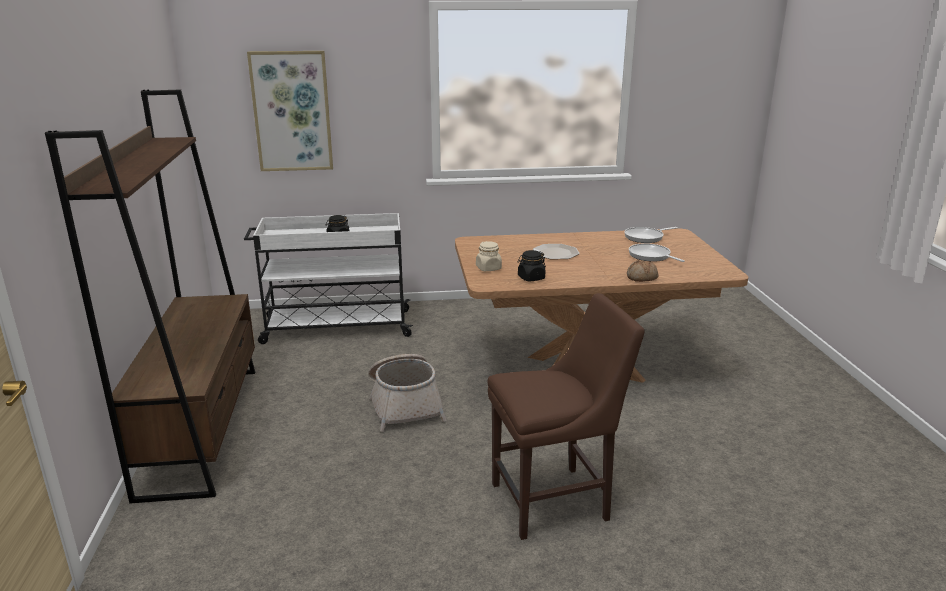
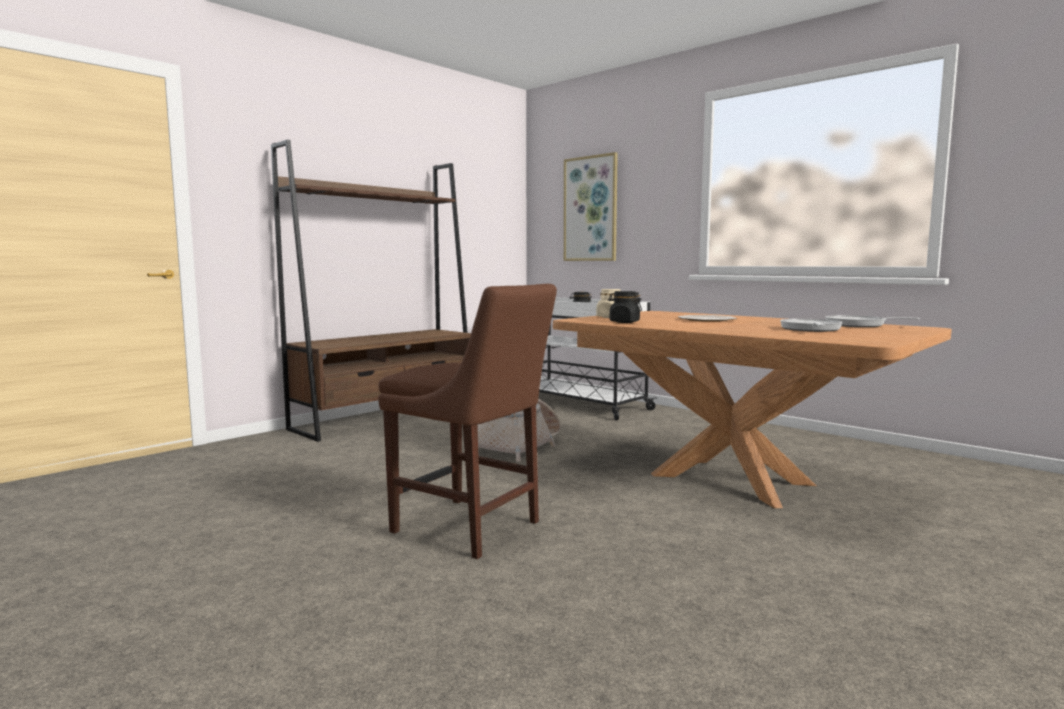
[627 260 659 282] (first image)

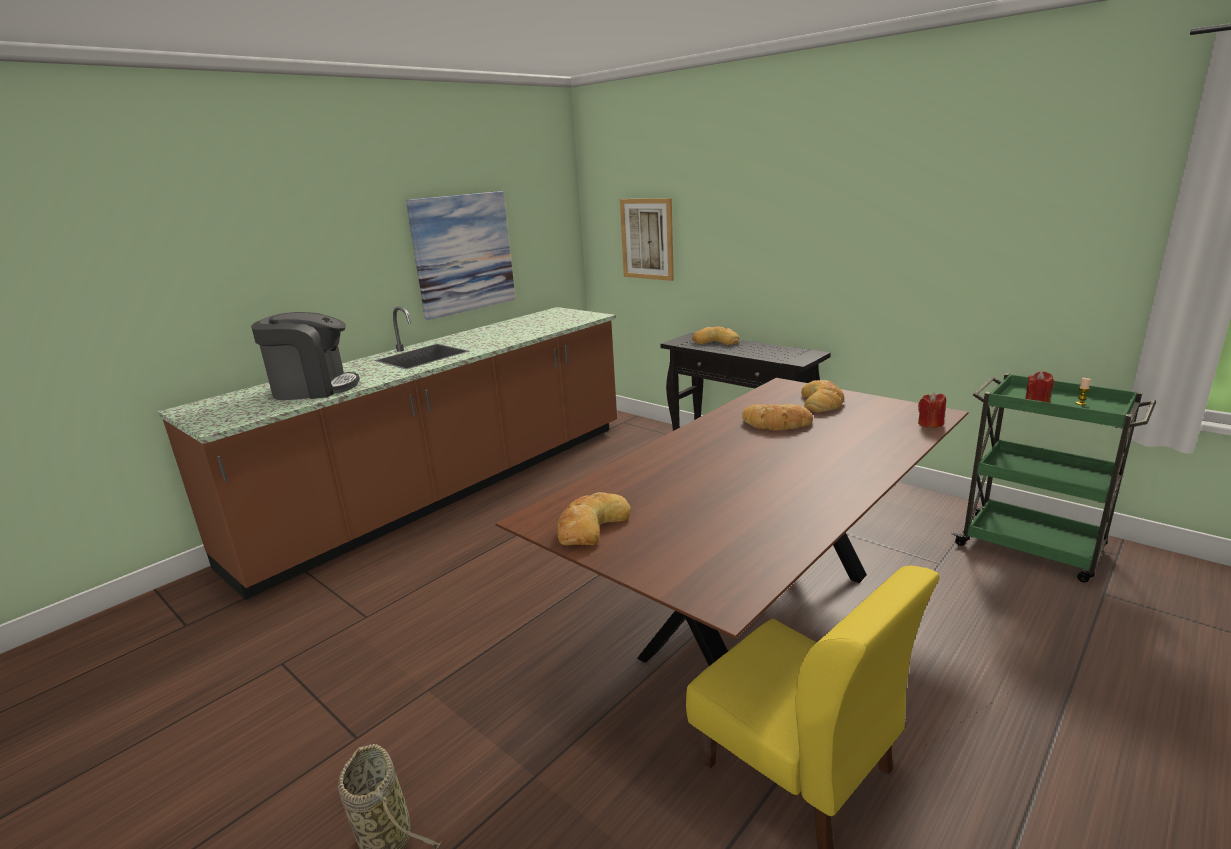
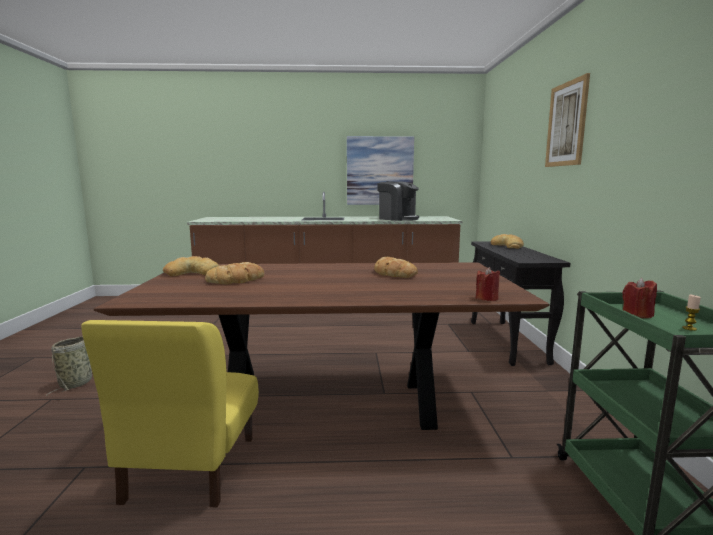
[377 181 419 221]
[545 73 590 167]
[205 262 264 284]

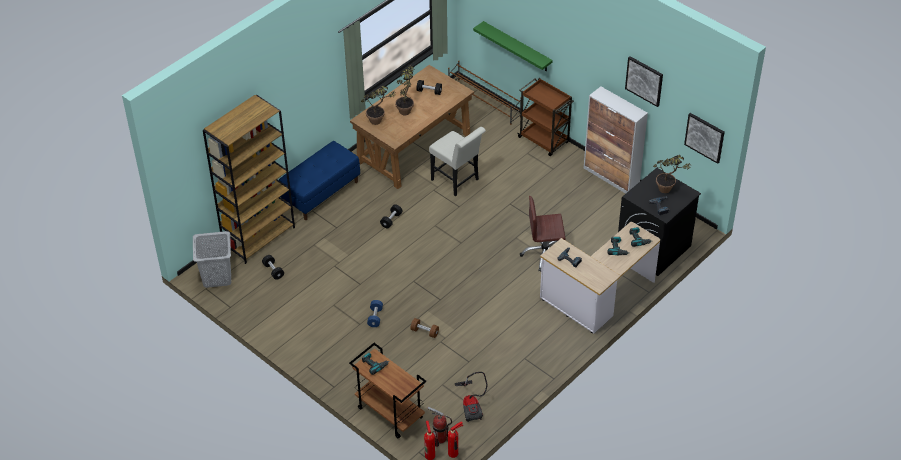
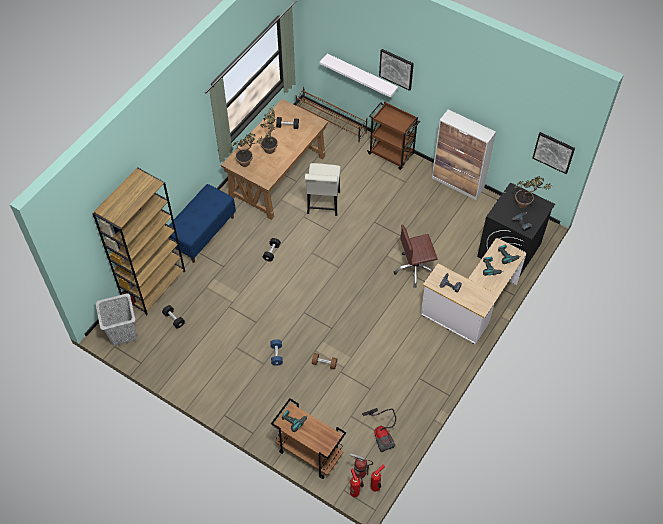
[305 163 341 216]
[320 54 398 98]
[379 49 414 91]

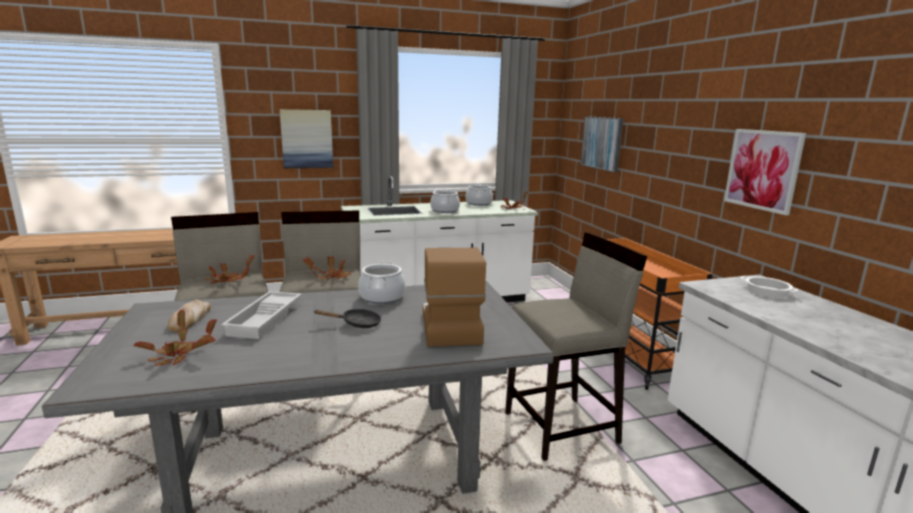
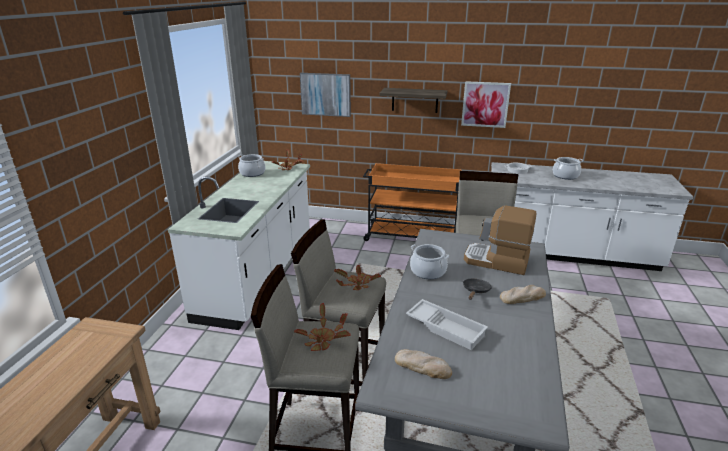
[133 310 217 366] (first image)
[280 109 333 168] (first image)
[553 157 583 180]
[379 88 447 113]
[500 285 546 304]

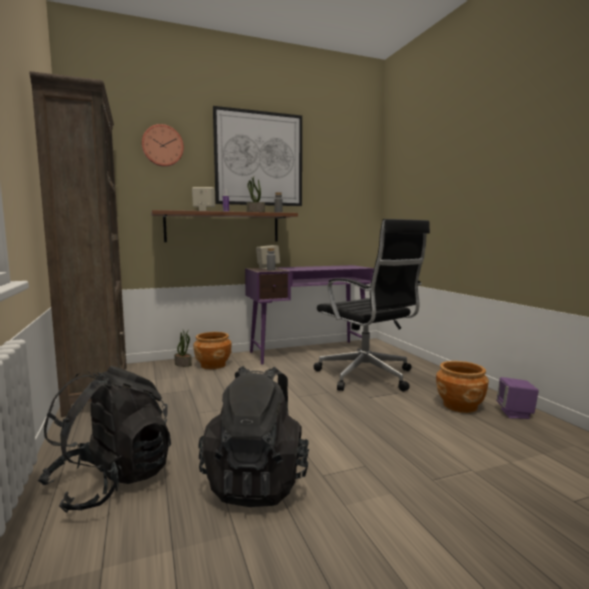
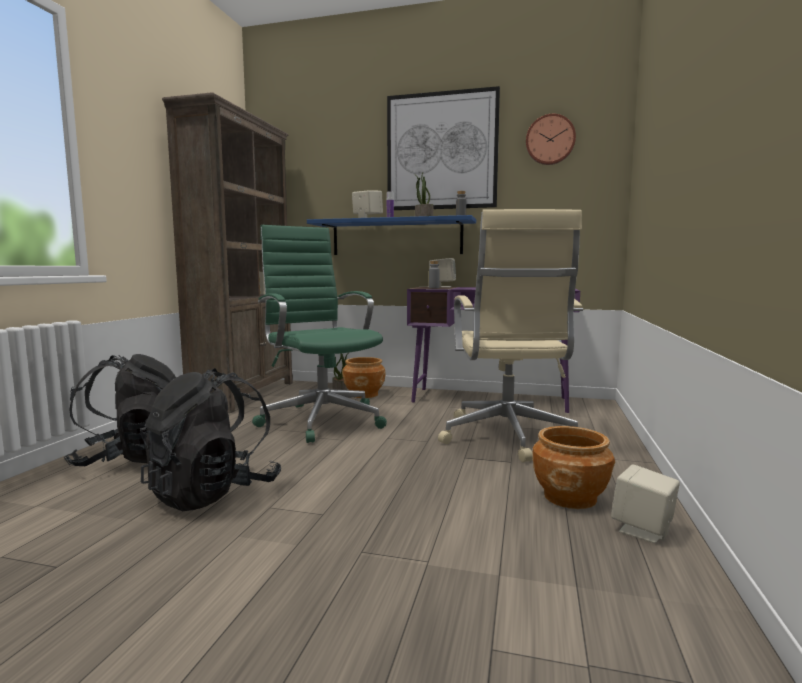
[526 114 576 165]
[307 215 476 255]
[438 209 583 462]
[611 464 680 543]
[252 225 387 443]

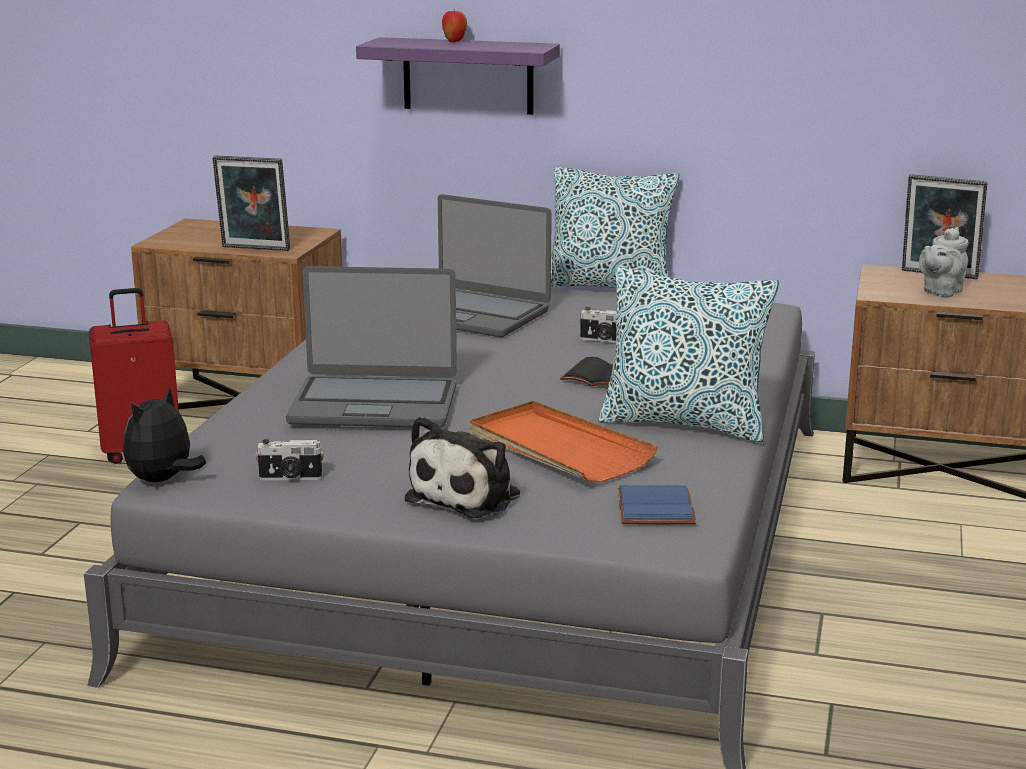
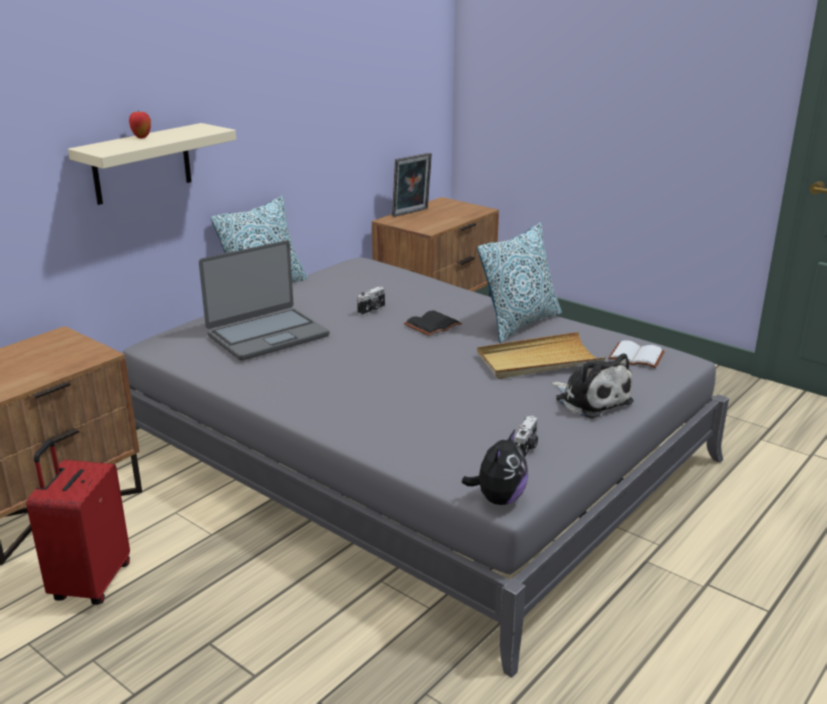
[462 430 528 505]
[212 156 290 251] (first image)
[286 266 457 428] (first image)
[68 123 236 205]
[477 332 606 379]
[608 341 665 368]
[919 227 969 297] (first image)

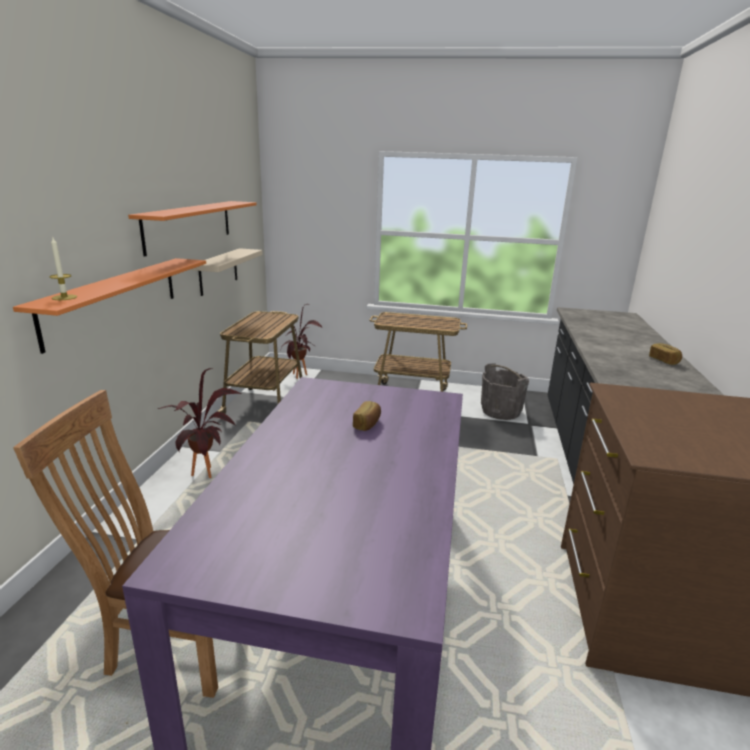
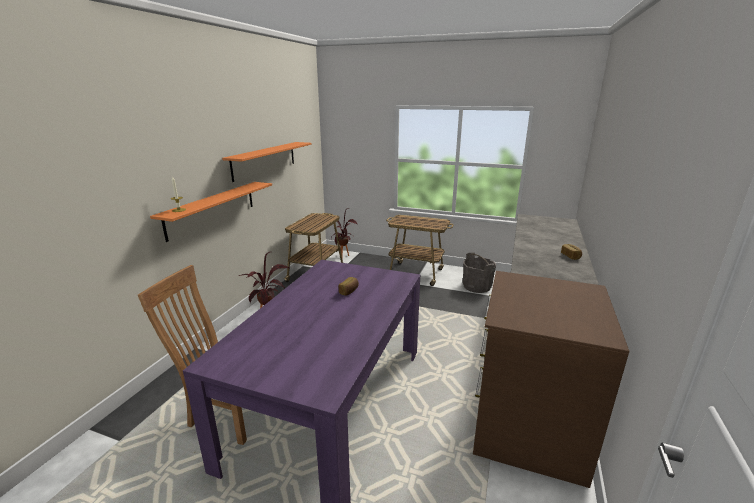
[192 248 263 296] (first image)

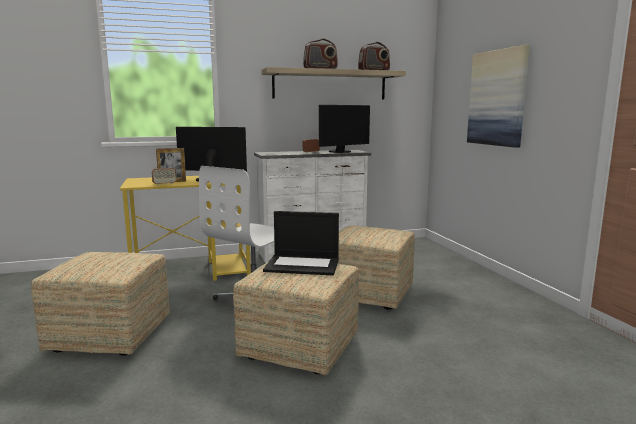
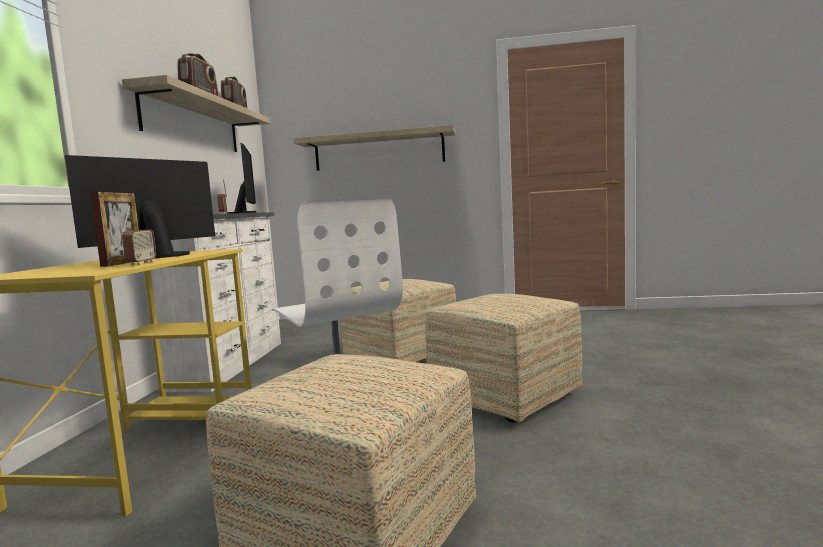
[263 211 339 275] (first image)
[293 125 455 171]

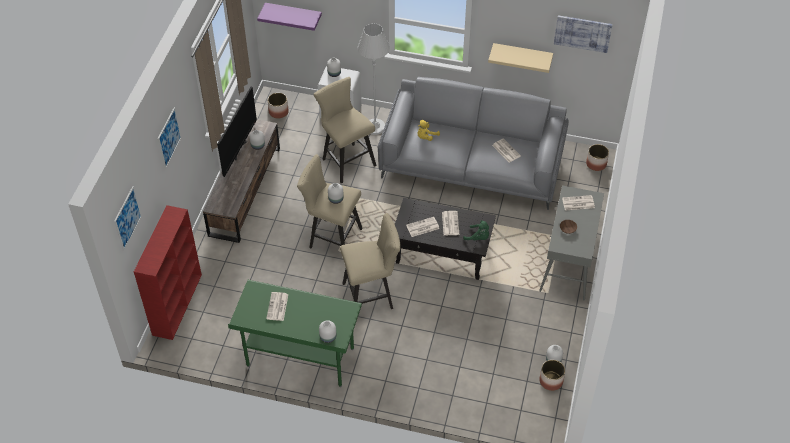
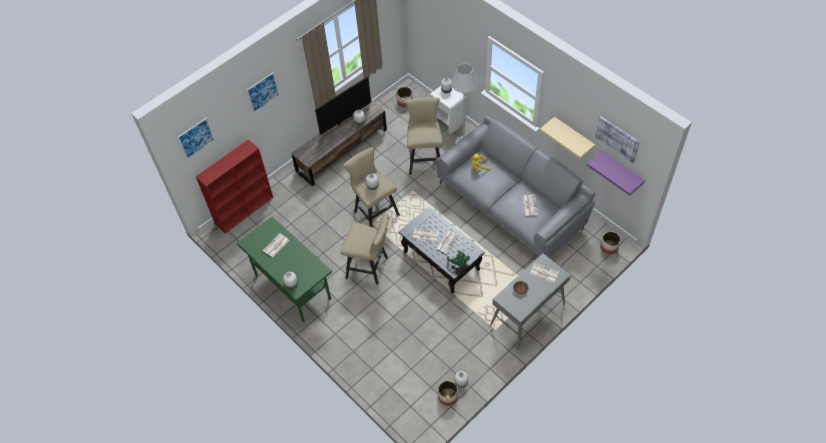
[587 151 645 196]

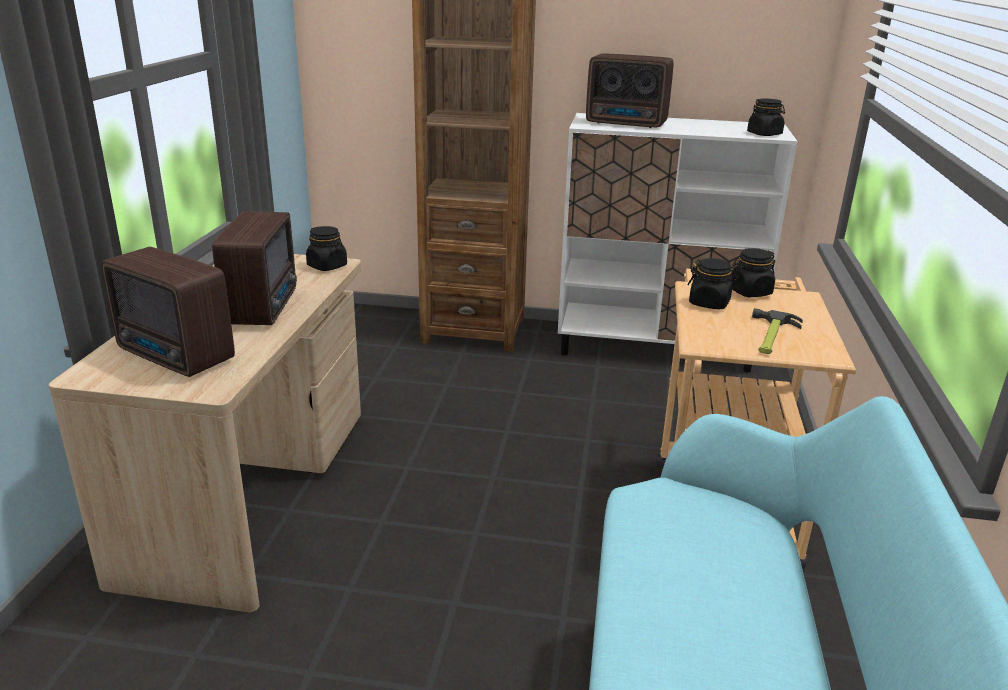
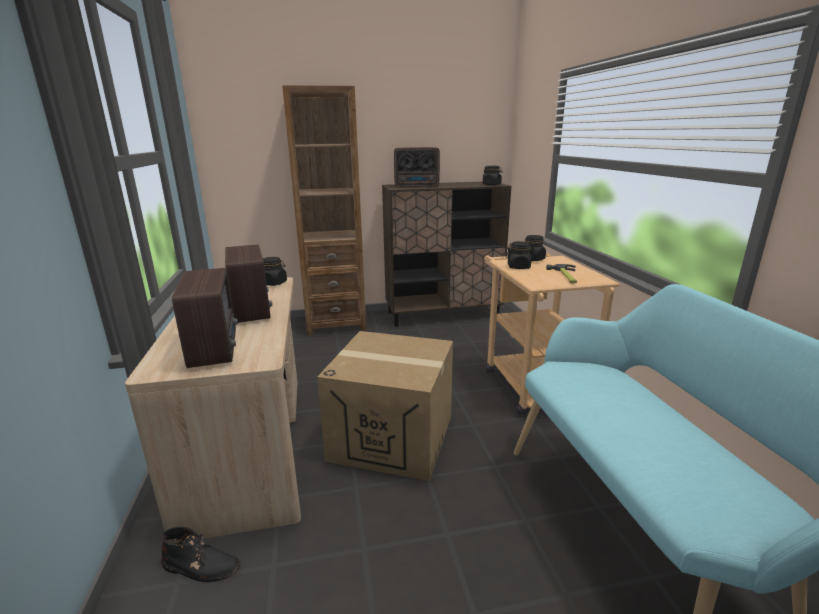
[172 268 238 368]
[382 182 511 327]
[161 527 240 582]
[317 331 453 481]

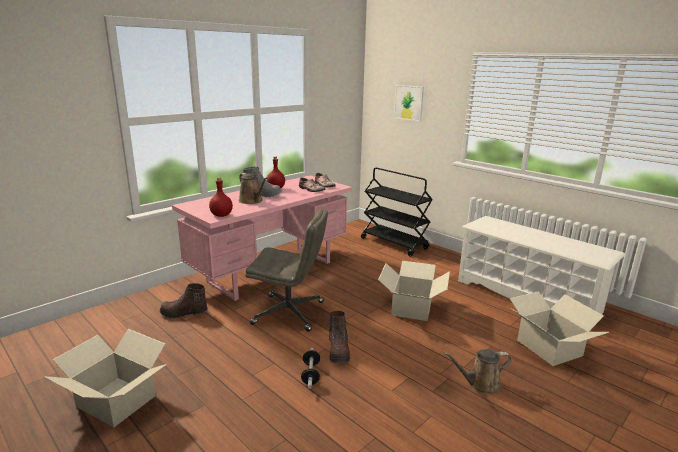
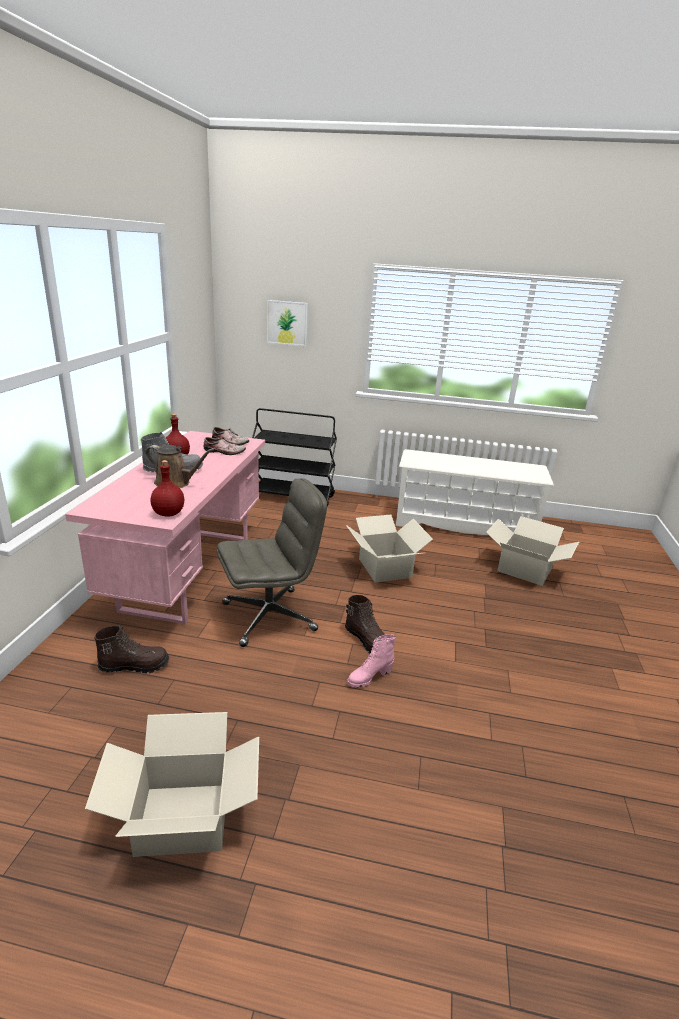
[94 626 170 673]
[347 634 396 687]
[444 349 512 394] (first image)

